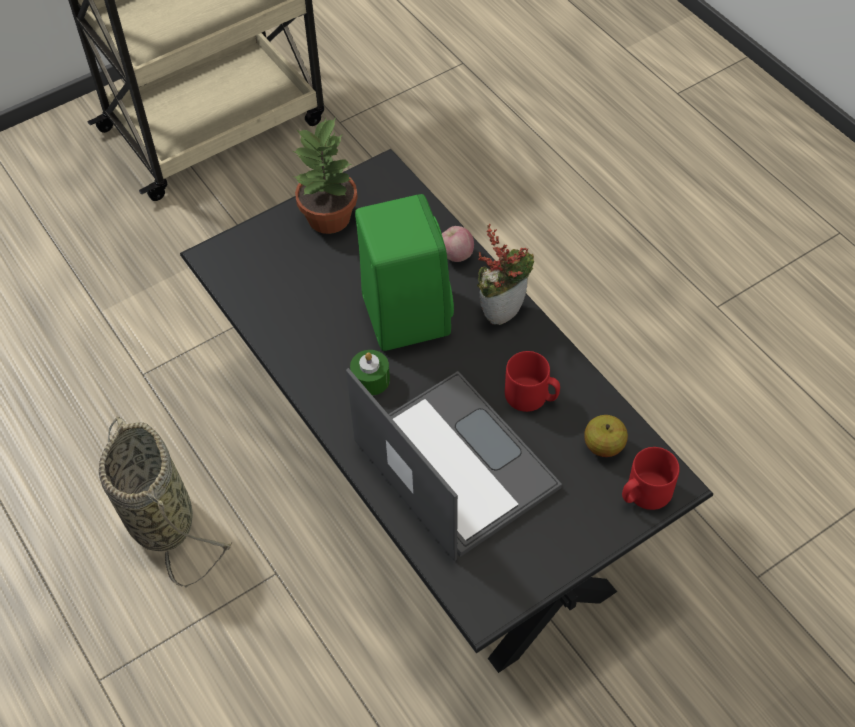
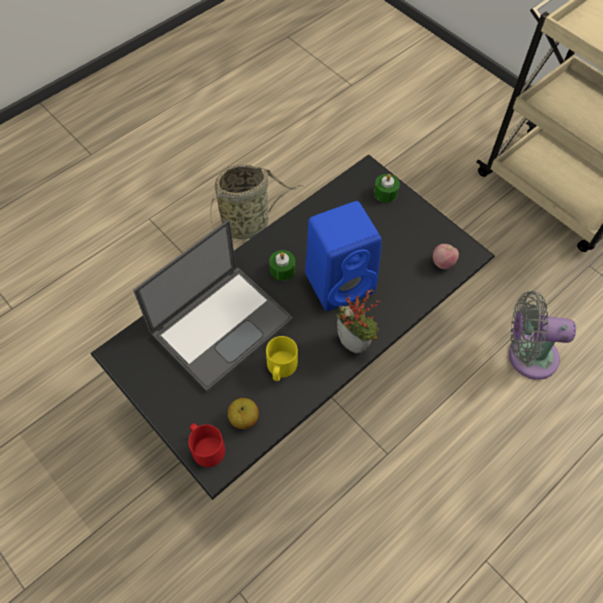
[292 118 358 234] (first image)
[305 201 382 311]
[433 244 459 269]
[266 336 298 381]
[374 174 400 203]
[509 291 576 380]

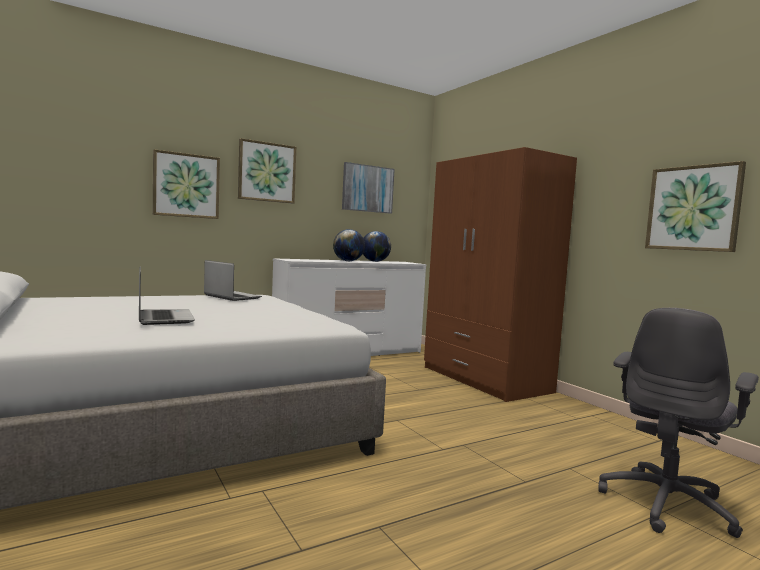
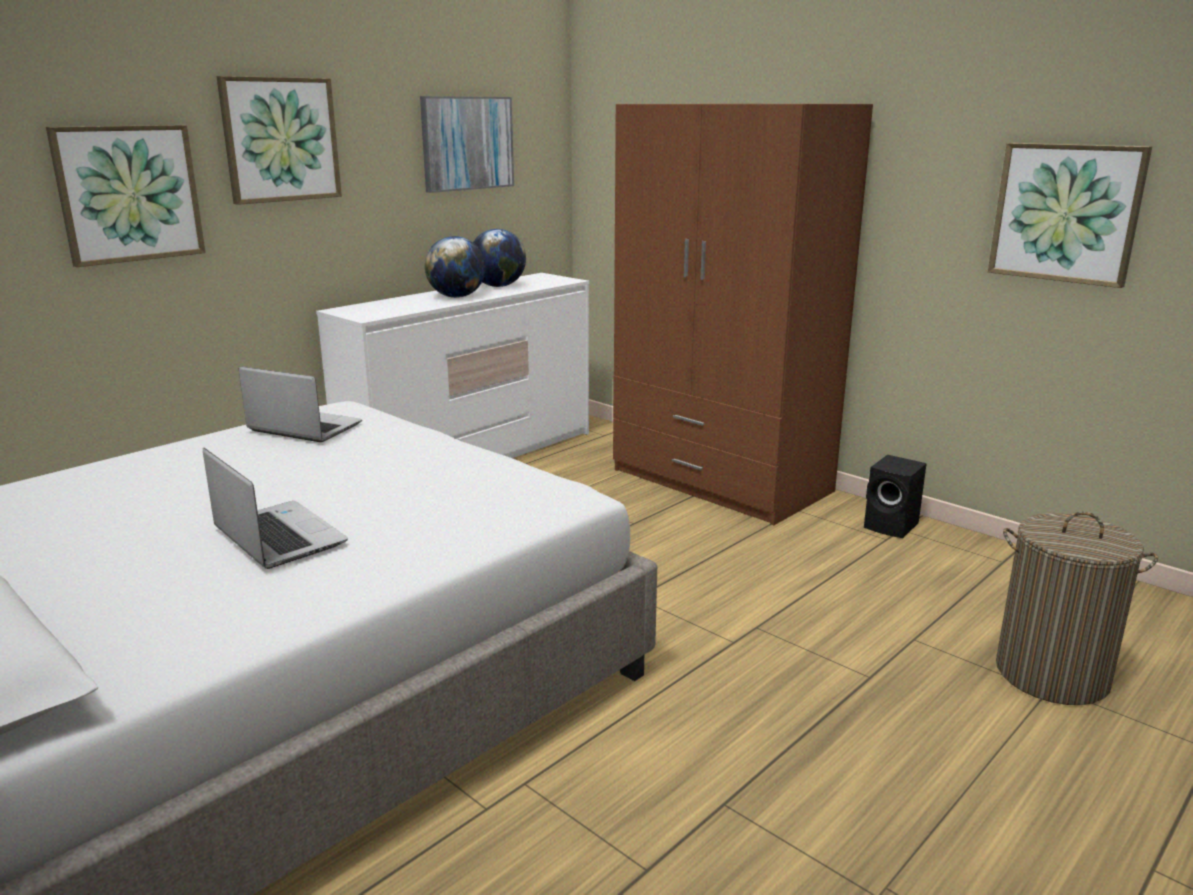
[996 512 1158 705]
[864 455 927 538]

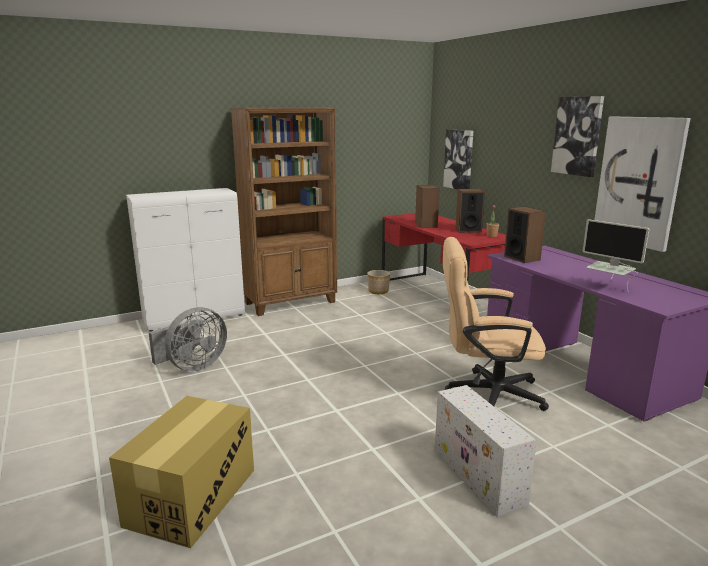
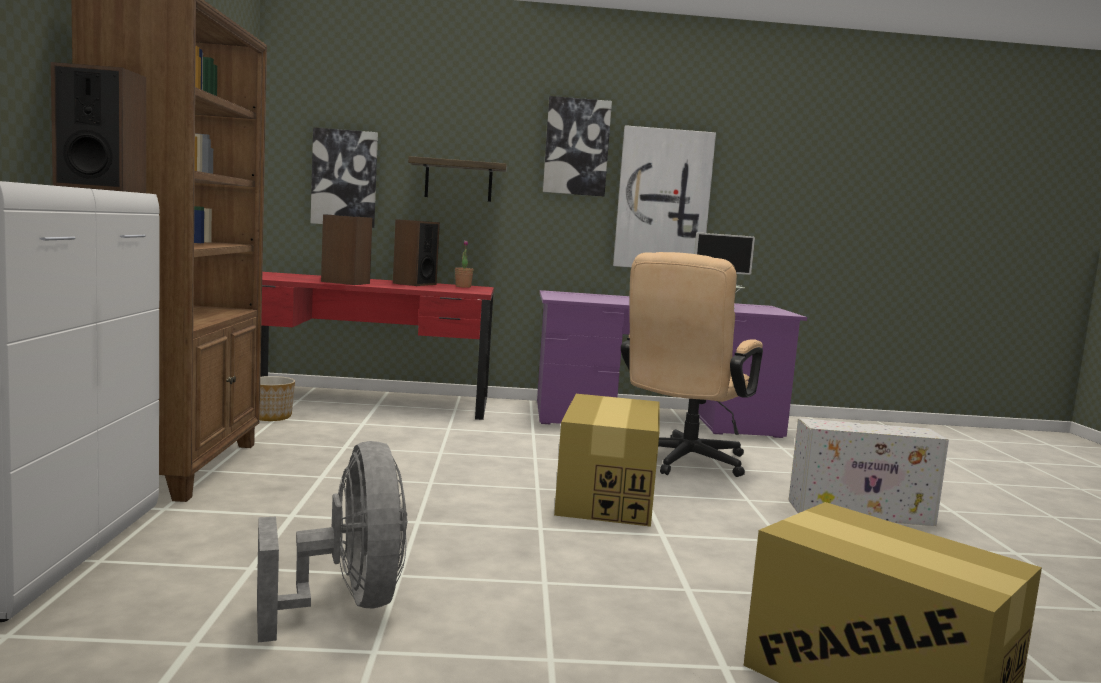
[51 62 146 193]
[408 156 507 202]
[554 394 660 527]

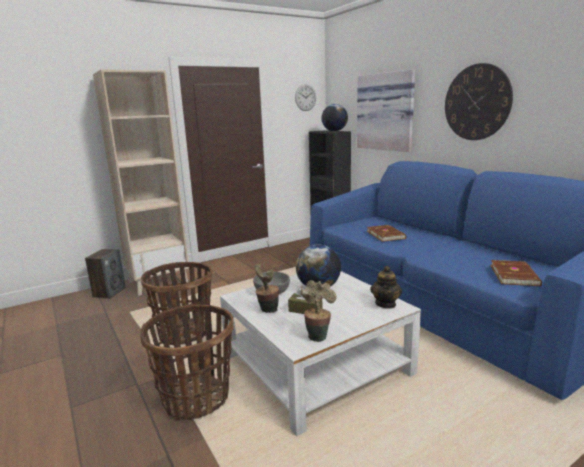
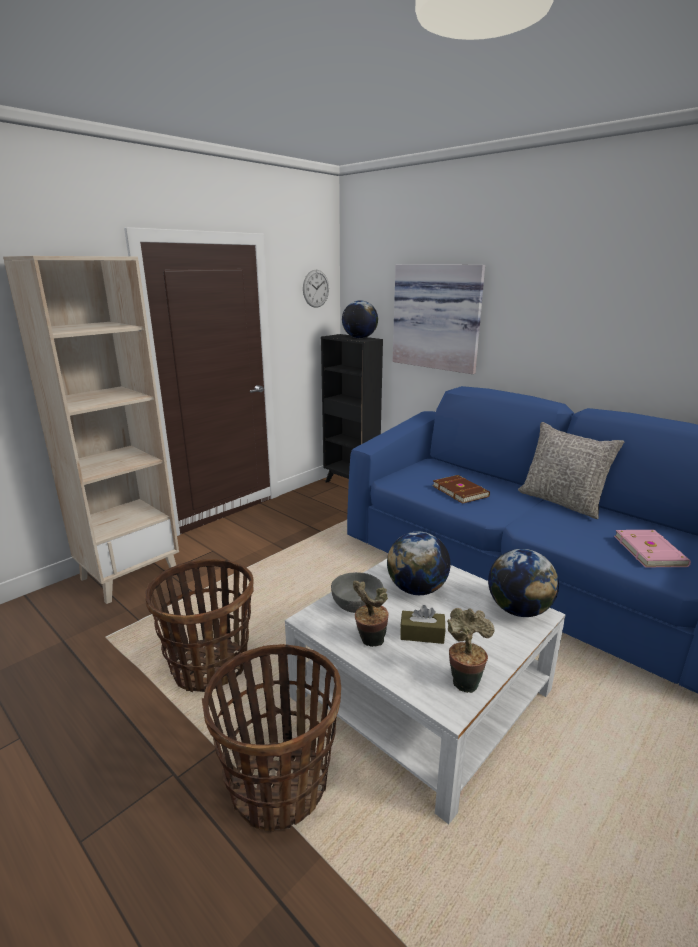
[85 249 126 299] (first image)
[488 549 559 617]
[445 63 513 140] (first image)
[614 530 691 567]
[518 422 624 519]

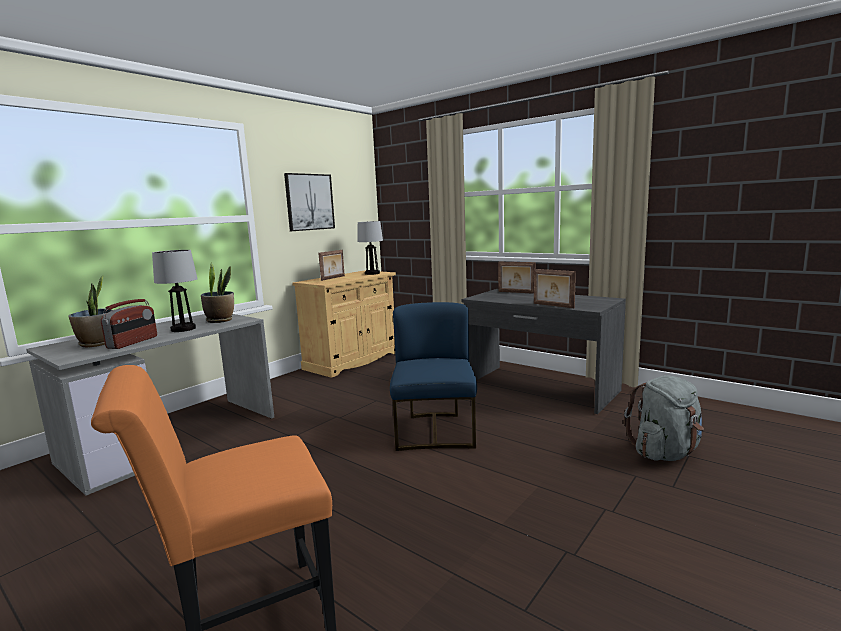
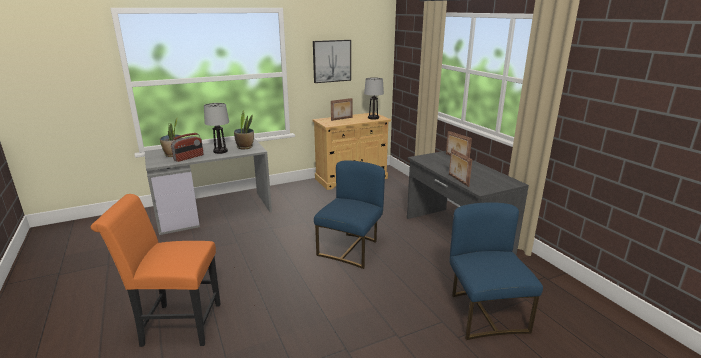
[450 202 543 340]

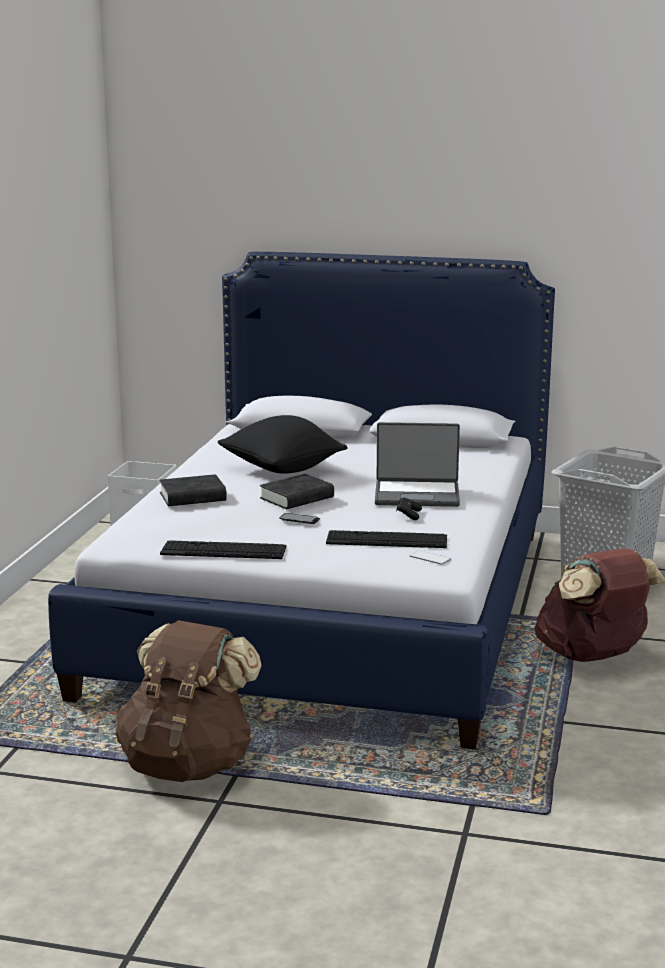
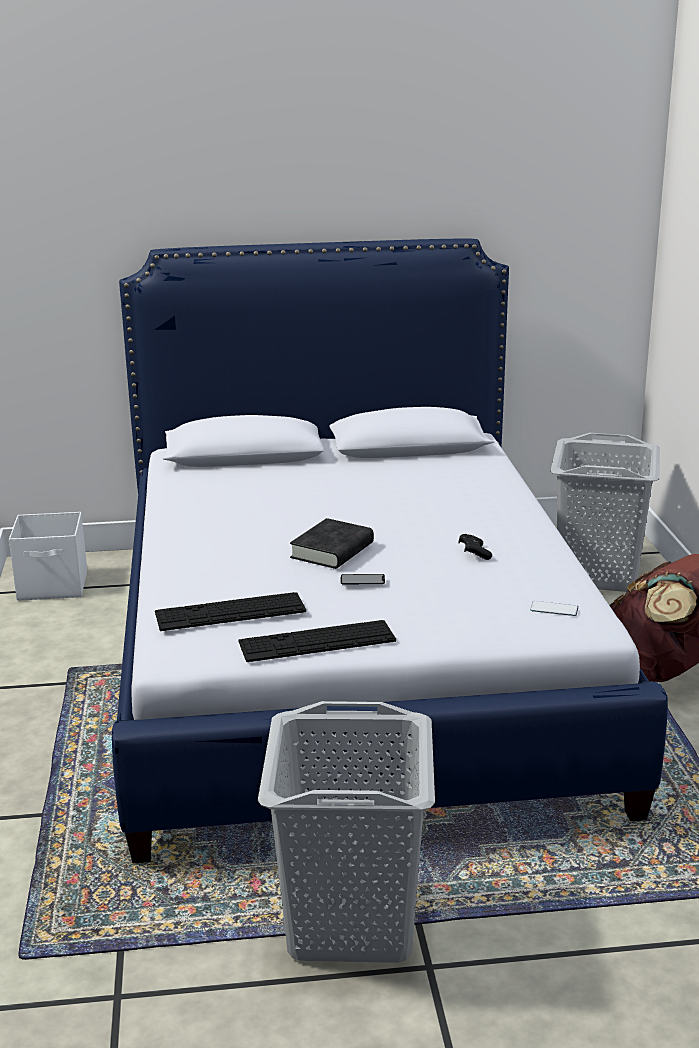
[258 701 435 963]
[159 474 227 506] (first image)
[218 415 348 474] (first image)
[155 592 306 631]
[375 422 460 507] (first image)

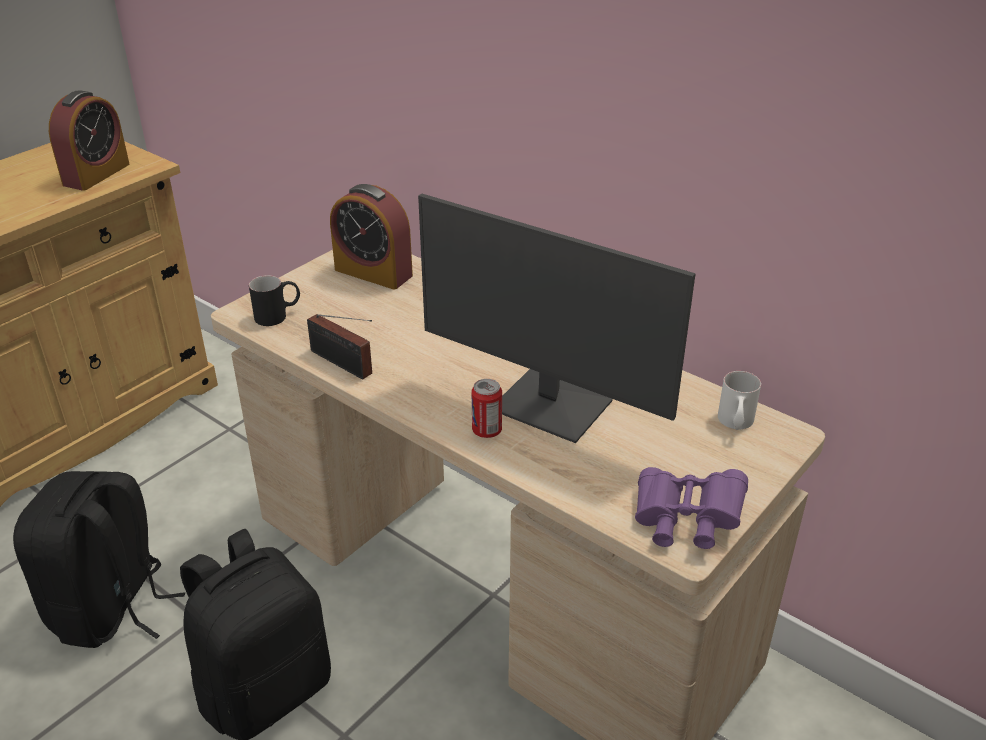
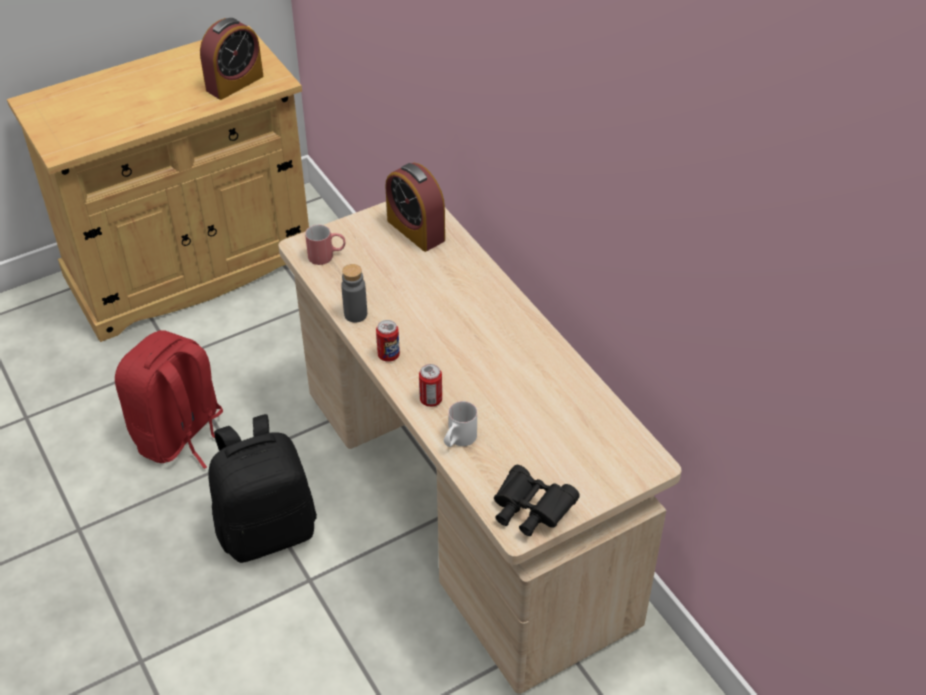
[115 330 223 469]
[305 225 345 265]
[341 264 367 323]
[418 194 696 443] (first image)
[494 465 580 536]
[444 401 477 447]
[376 320 400 362]

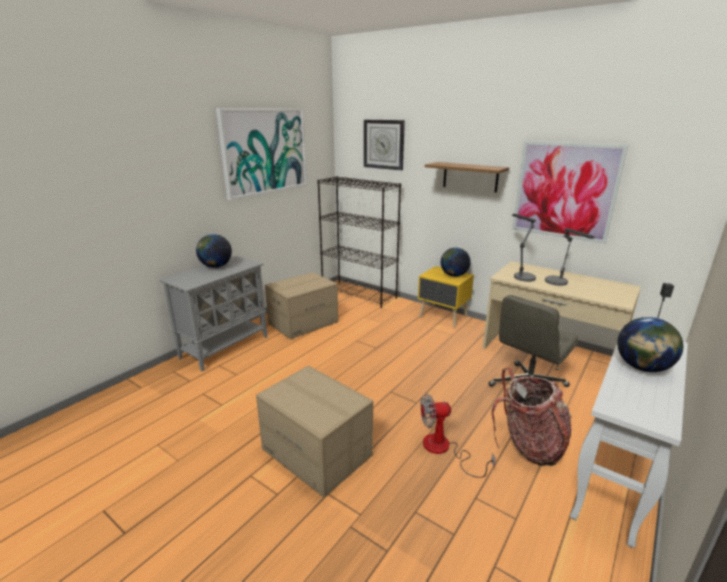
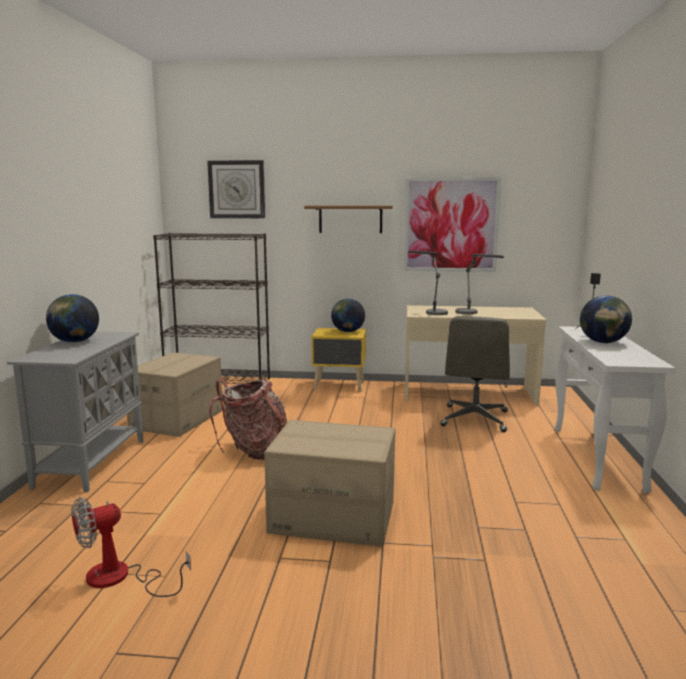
[216 108 307 200] (first image)
[71 497 191 597]
[209 378 287 460]

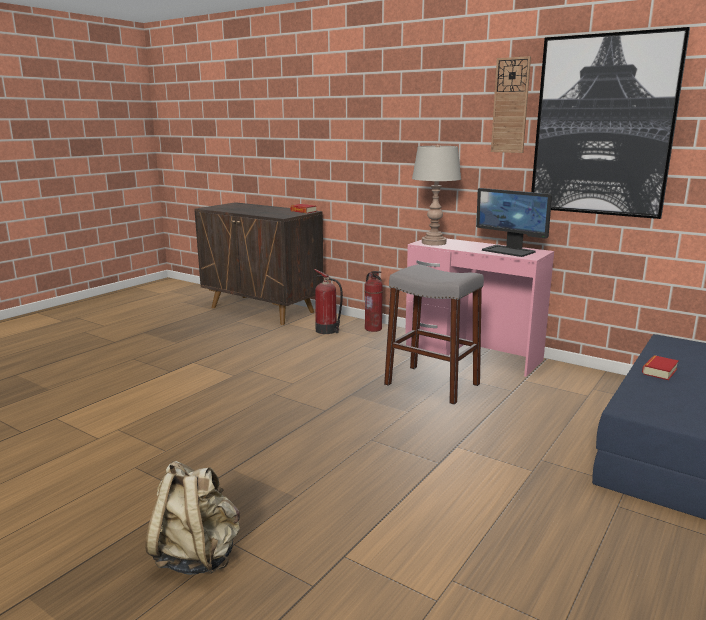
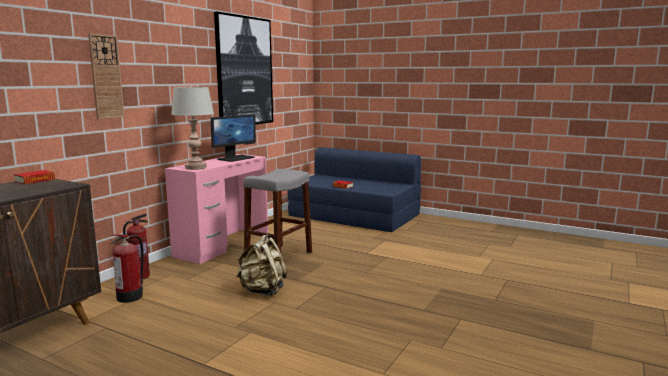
[236 235 288 296]
[88 33 124 119]

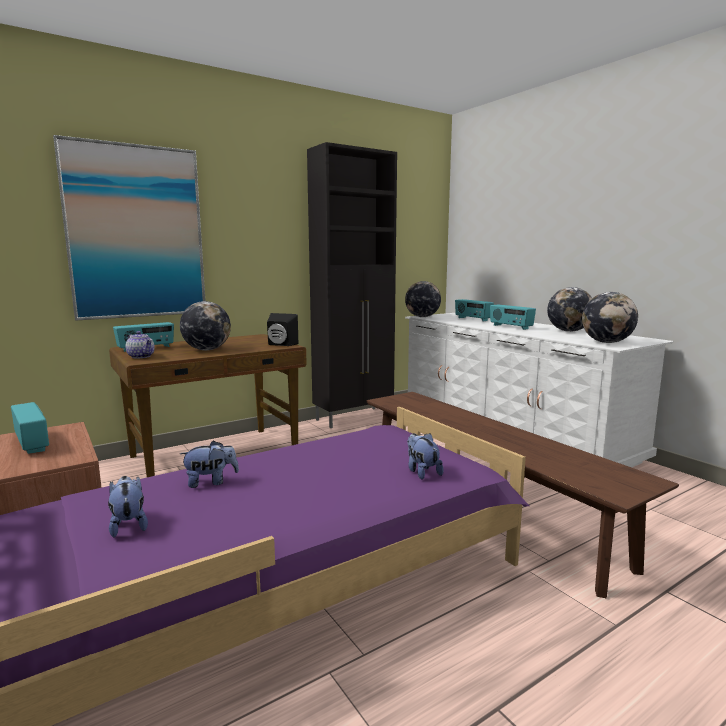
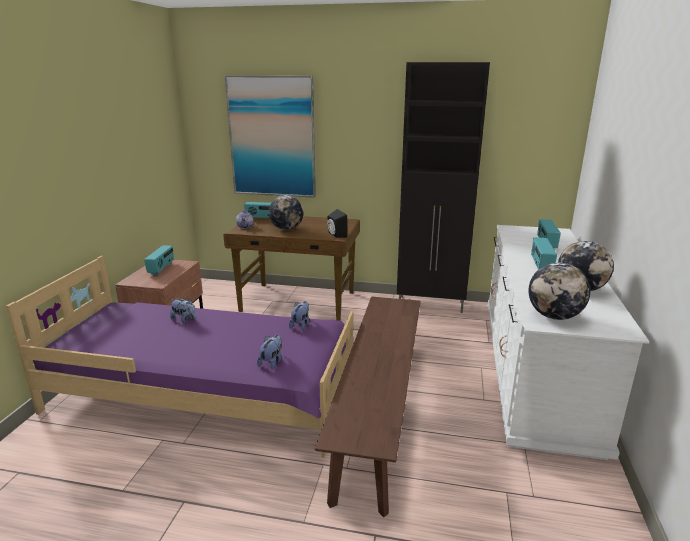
[289 301 309 331]
[405 281 441 317] (first image)

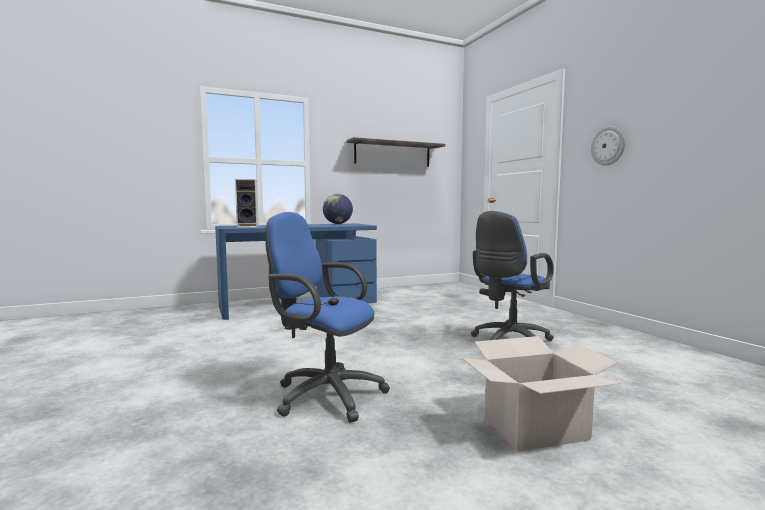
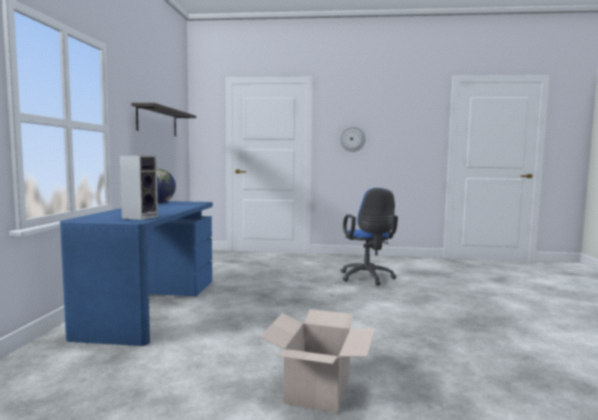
[265 212 390 422] (first image)
[260 309 375 413]

